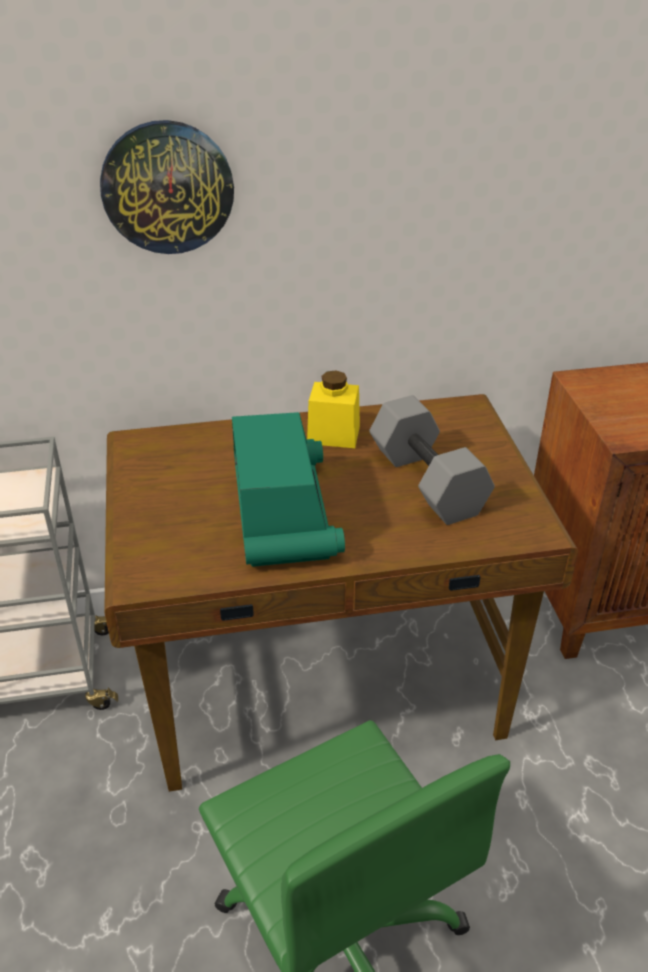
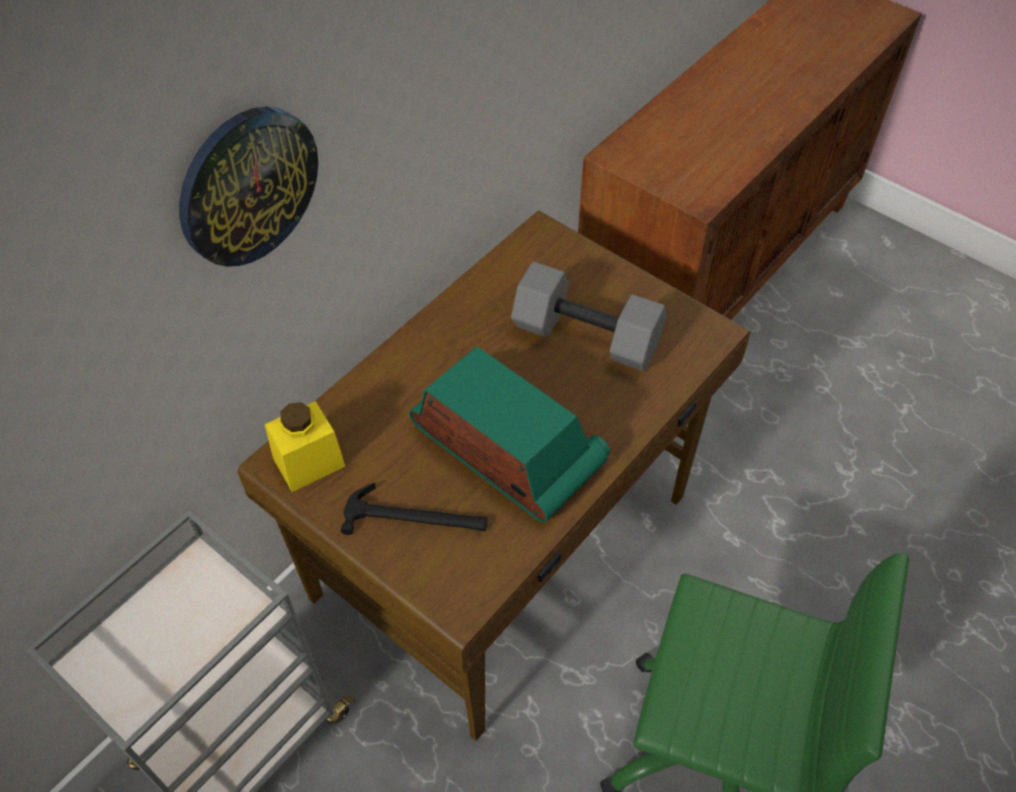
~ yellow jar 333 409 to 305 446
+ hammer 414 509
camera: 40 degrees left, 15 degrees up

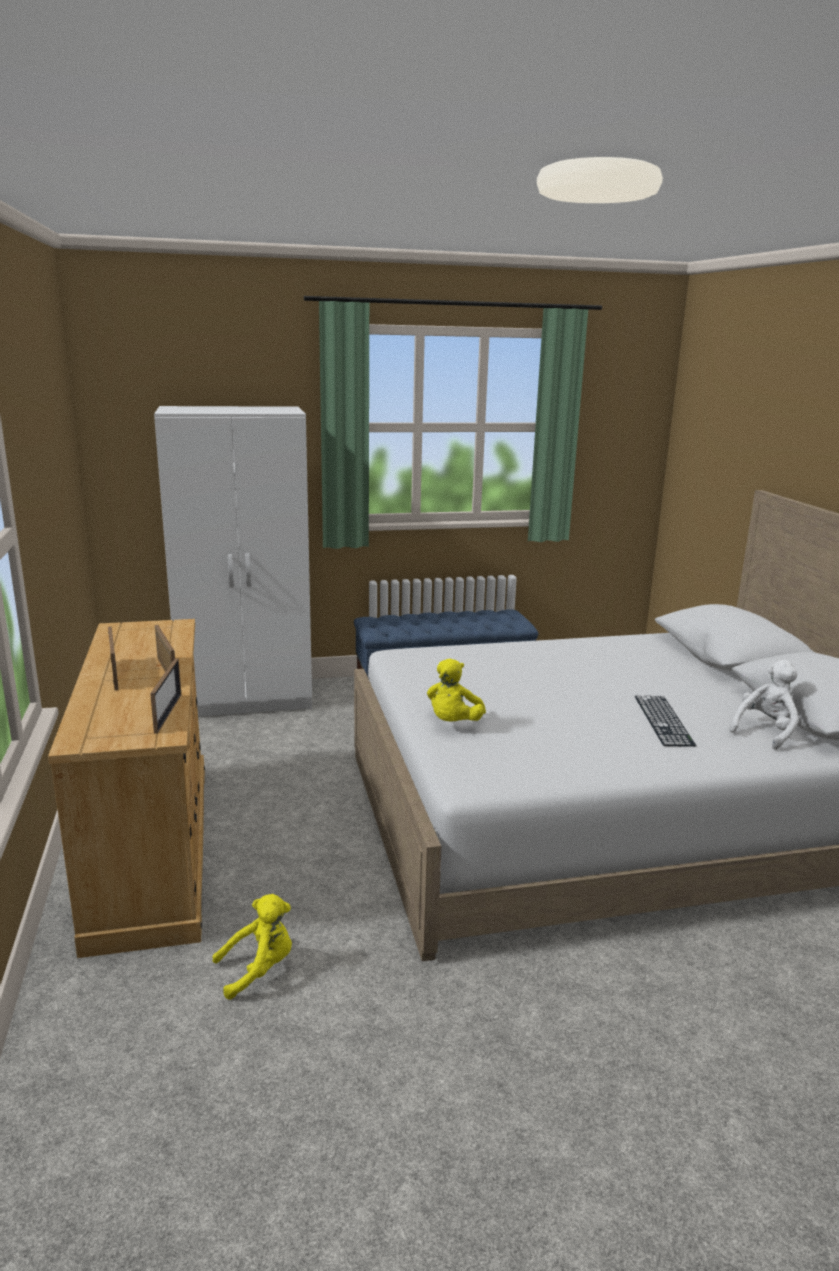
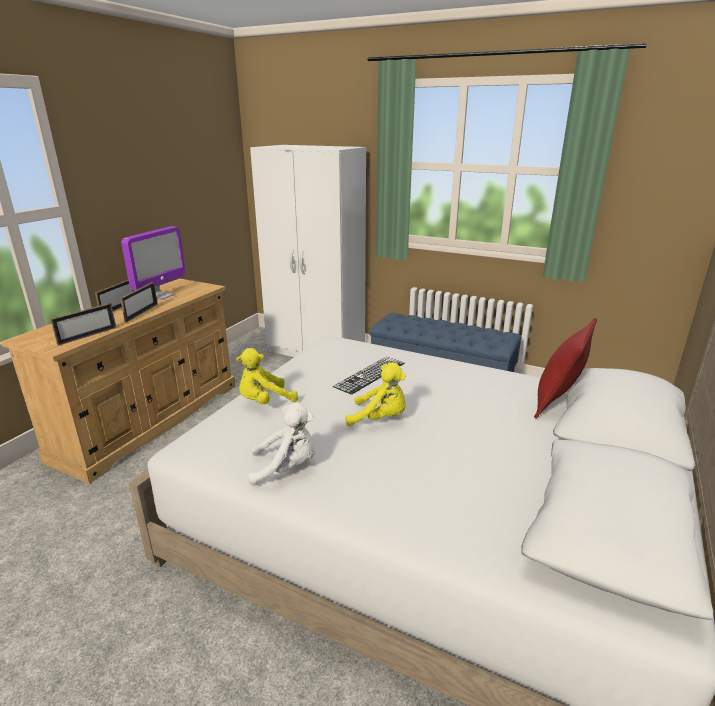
~ white plush toy 764 705 to 281 444
~ keyboard 665 721 to 368 376
~ yellow plush toy 252 946 to 376 394
+ monitor 153 263
+ red pillow 565 368
camera: 40 degrees right, 5 degrees up

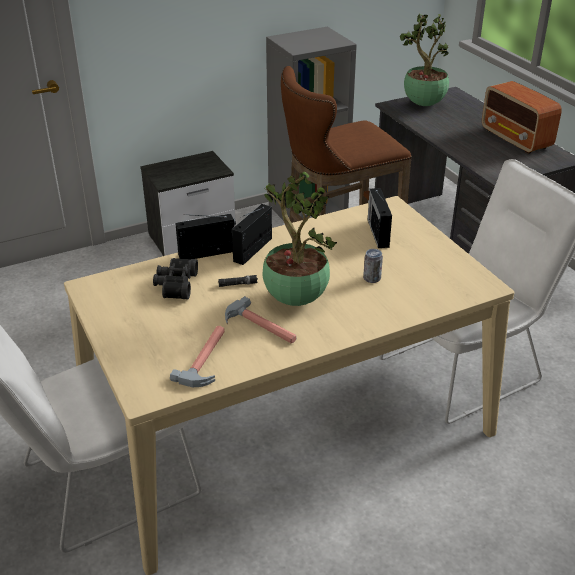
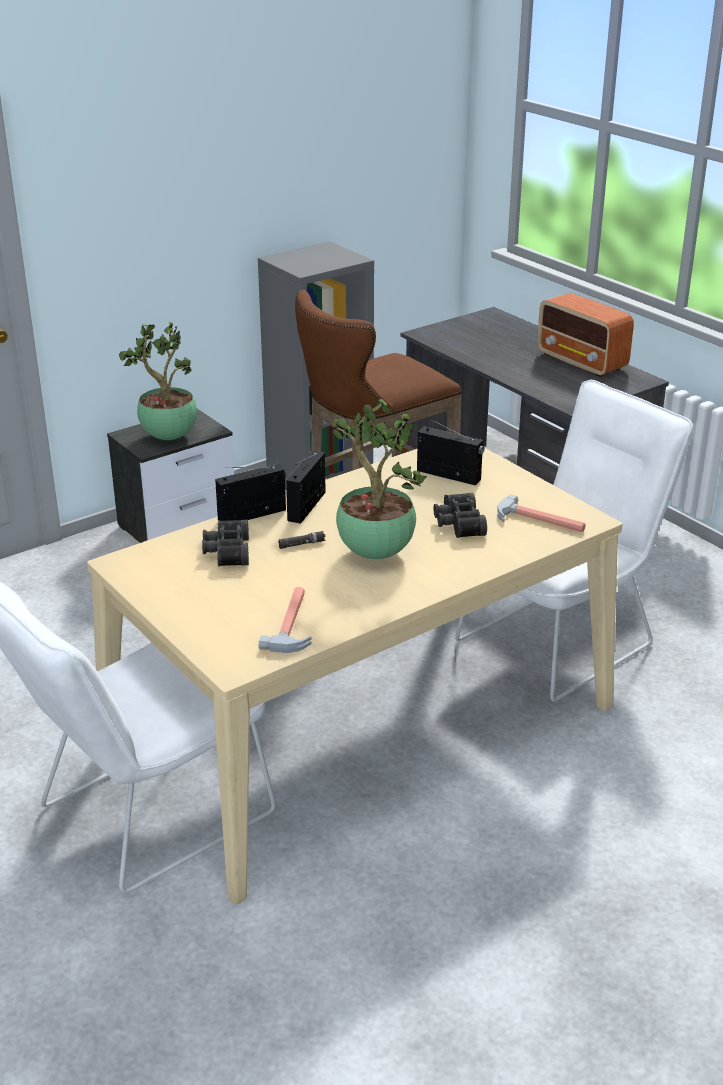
~ potted plant 424 60 to 158 381
~ radio 380 218 = 450 452 135 degrees clockwise
~ can 373 266 to black binoculars 460 515
~ hammer 260 319 to 541 513
camera: 10 degrees left, 5 degrees down

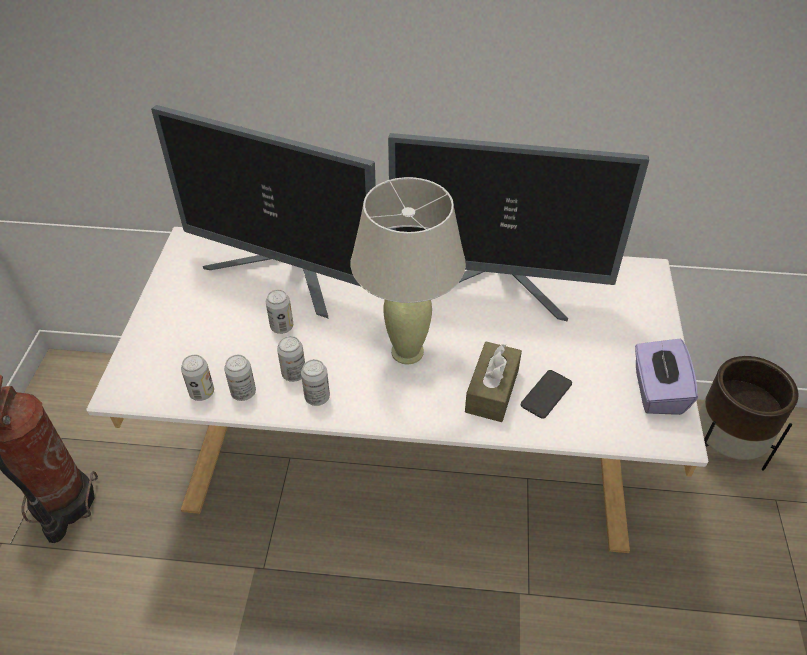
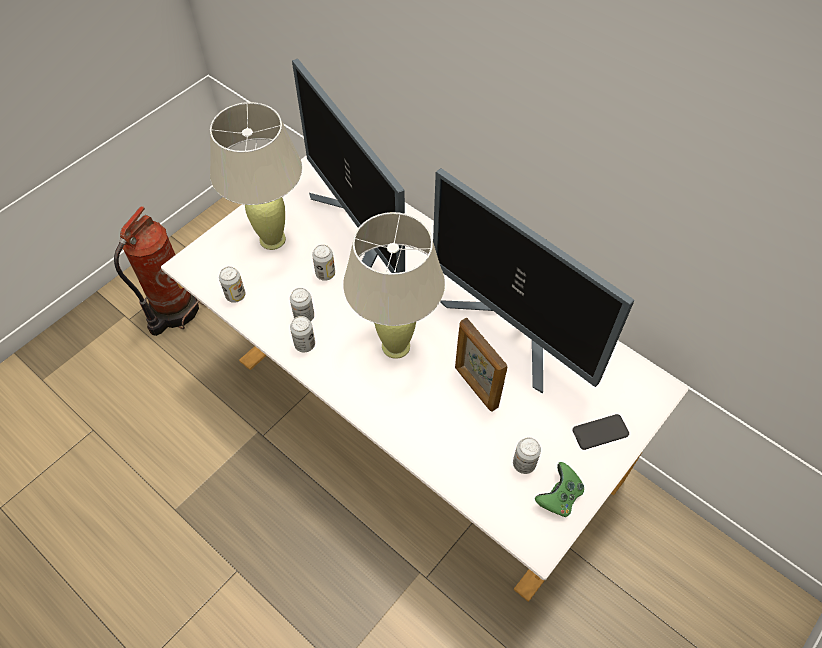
~ purple tissue box 666 377 to green game controller 559 489
- brown tissue box 493 382
~ can 240 378 to 527 455
- brown planter 748 413
~ phone 546 394 to 600 432
+ beige table lamp 256 176
+ picture frame 481 364
camera: 35 degrees right, 10 degrees up

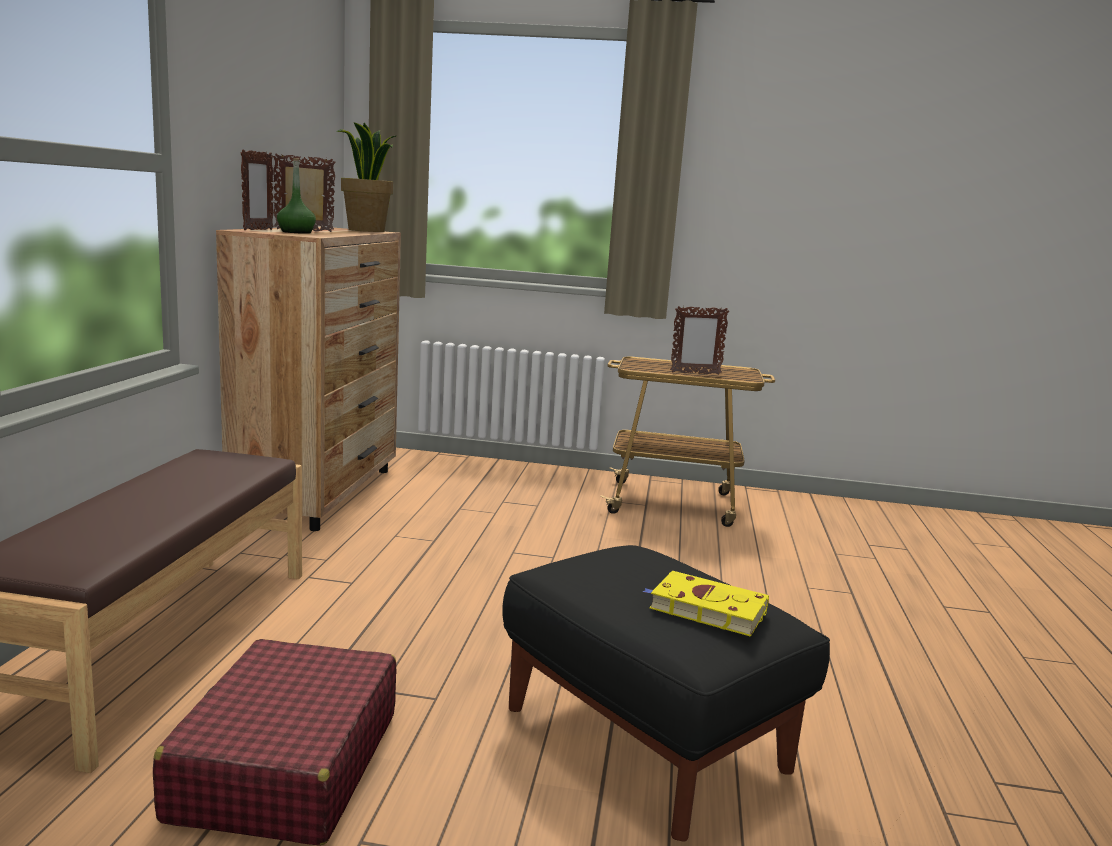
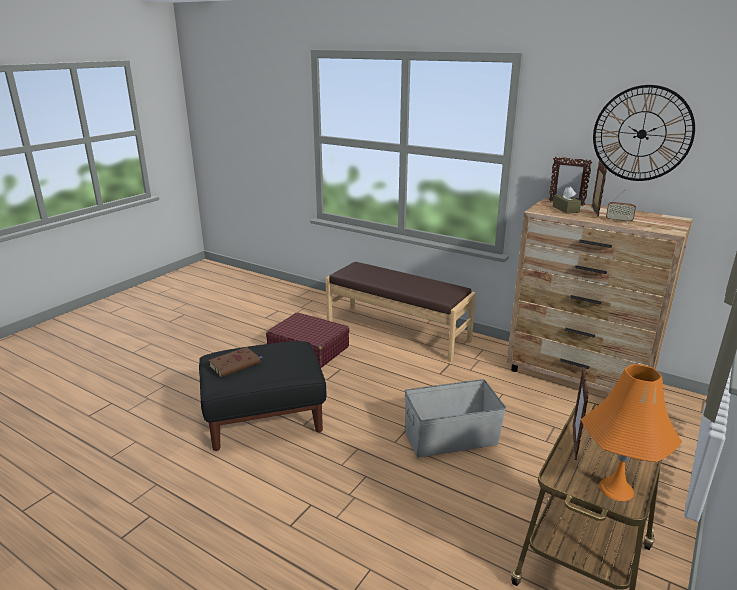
- potted plant 366 177
~ green bottle 296 196 to brown tissue box 567 200
~ yellow book 705 604 to brown book 236 362
+ wall clock 644 133
+ radio 621 206
+ orange table lamp 631 432
+ grey storage box 455 418
camera: 115 degrees right, 10 degrees up

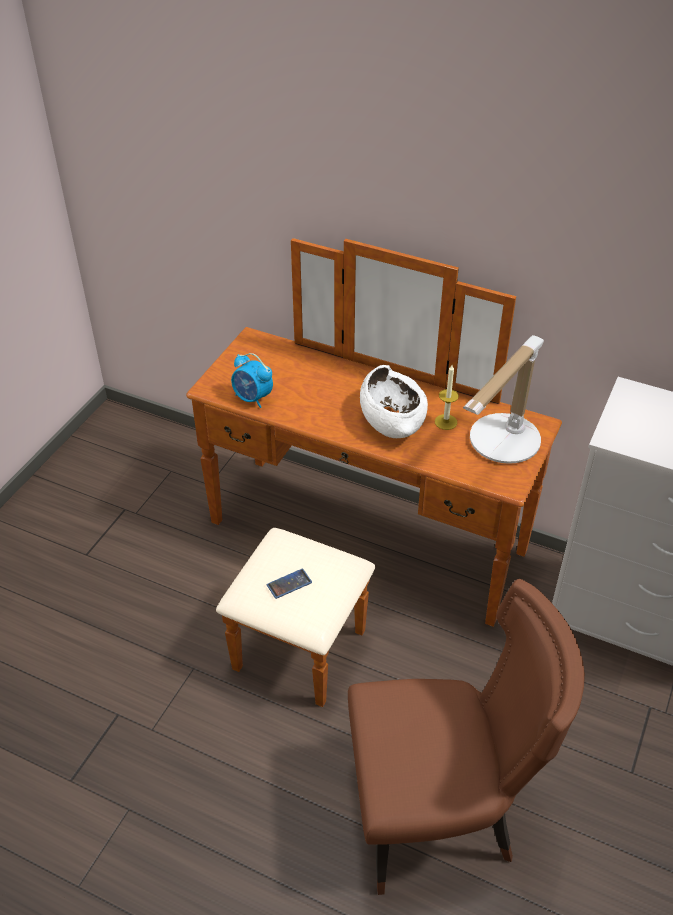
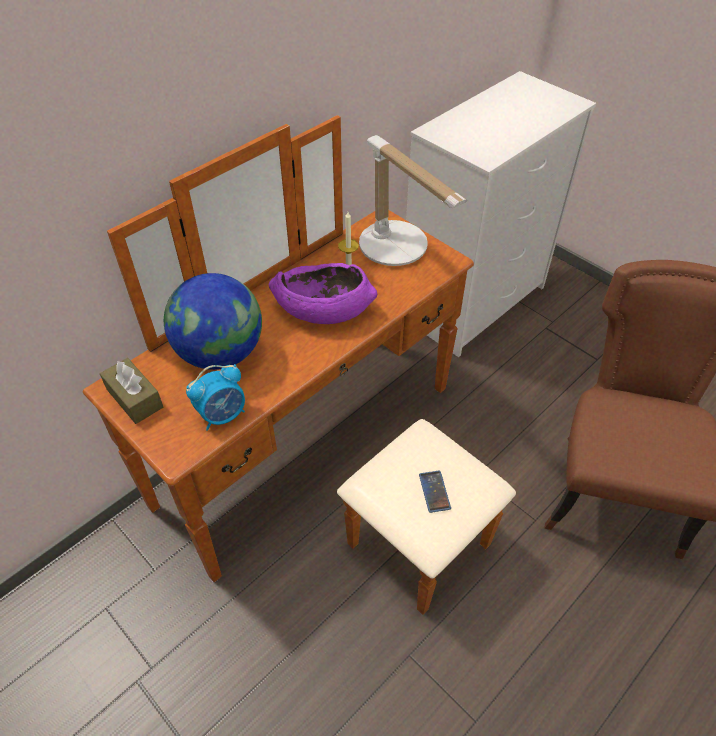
~ white bowl 394 401 to purple bowl 322 293
+ globe 213 321
+ brown tissue box 131 391
camera: 70 degrees left, 5 degrees up

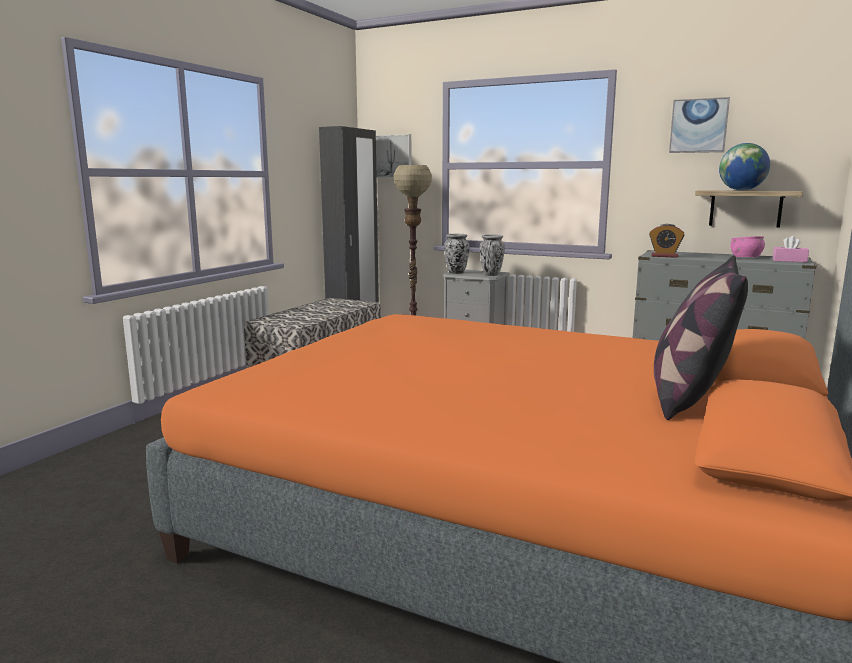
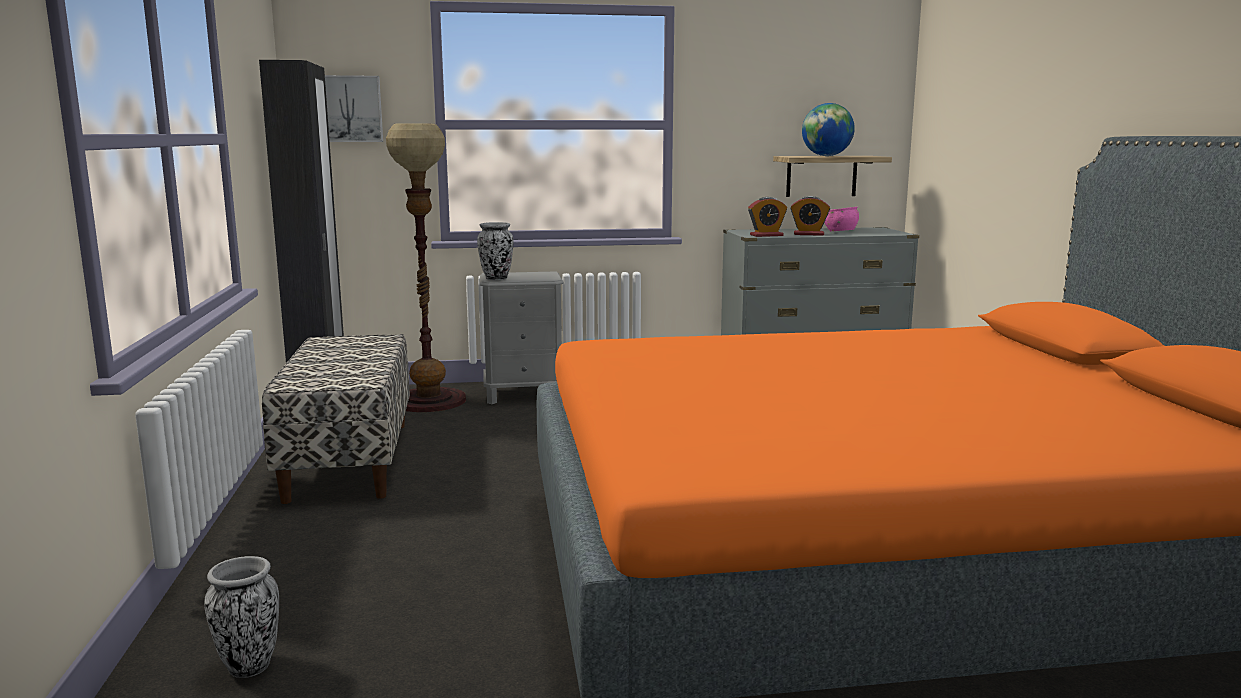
- picture 699 125
~ vase 492 255 to 241 617
- pink tissue box 791 249
- pillow 701 337
+ alarm clock 810 216
camera: 35 degrees left, 0 degrees up

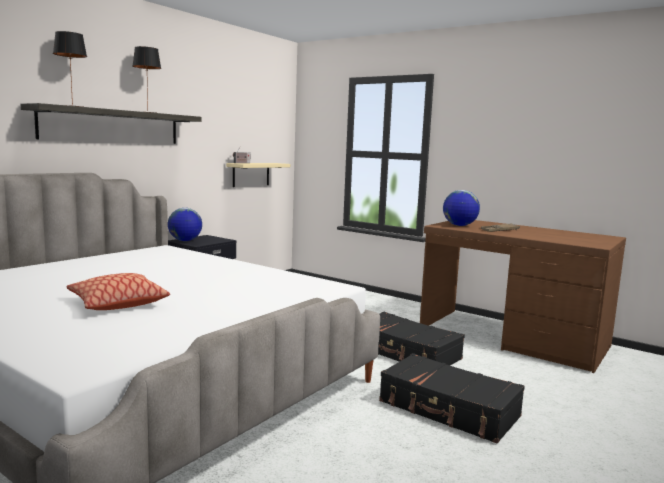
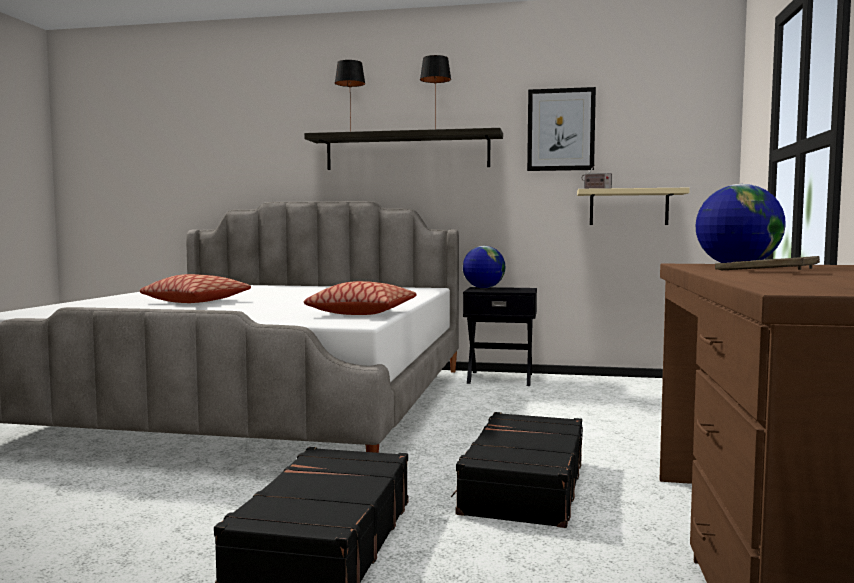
+ picture 561 129
+ pillow 360 298
camera: 65 degrees right, 5 degrees down

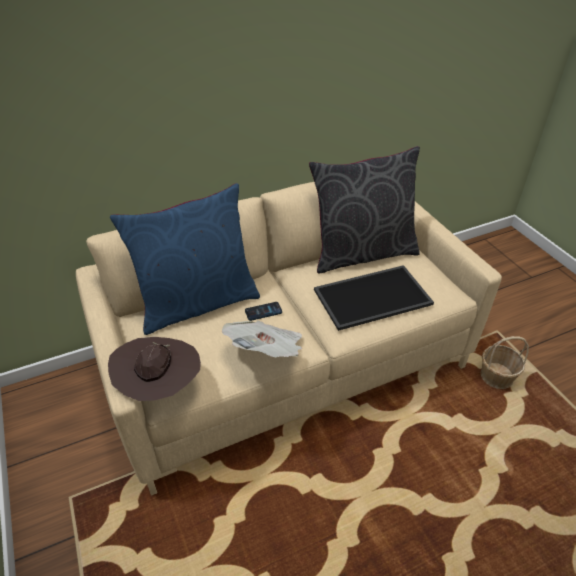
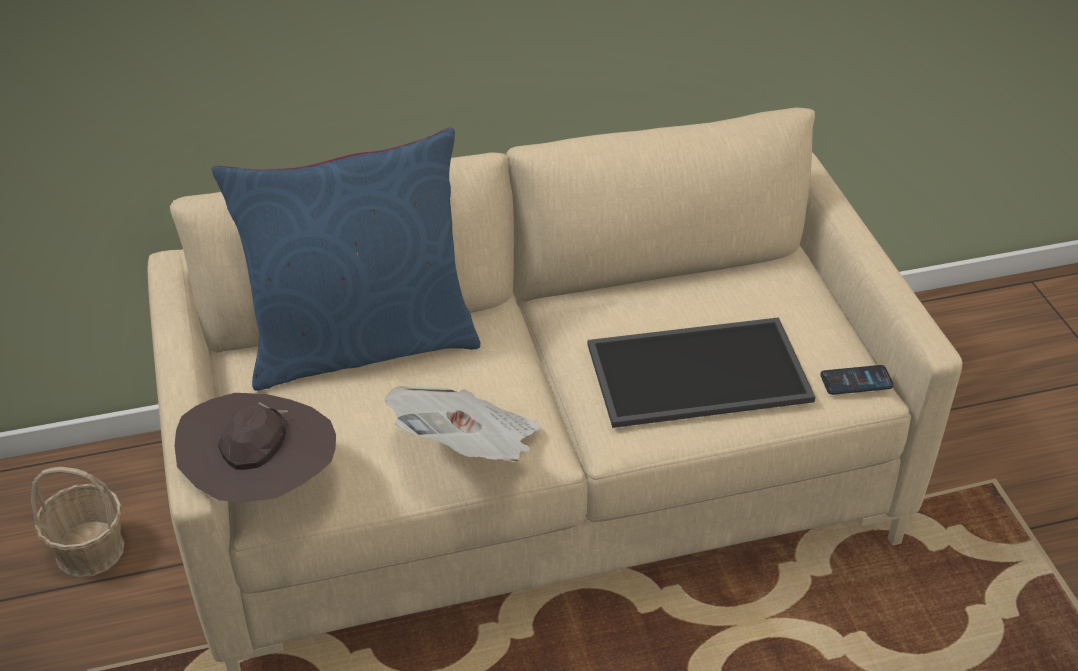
- grey pillow 364 210
~ phone 263 311 to 857 380
~ basket 504 362 to 77 522
camera: 10 degrees right, 0 degrees up

